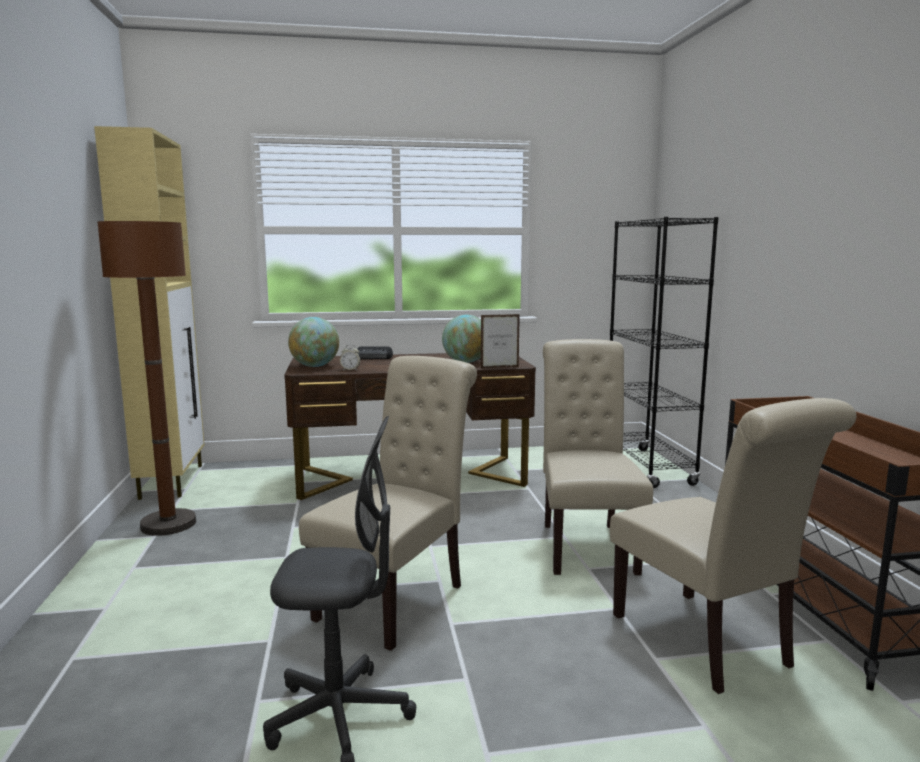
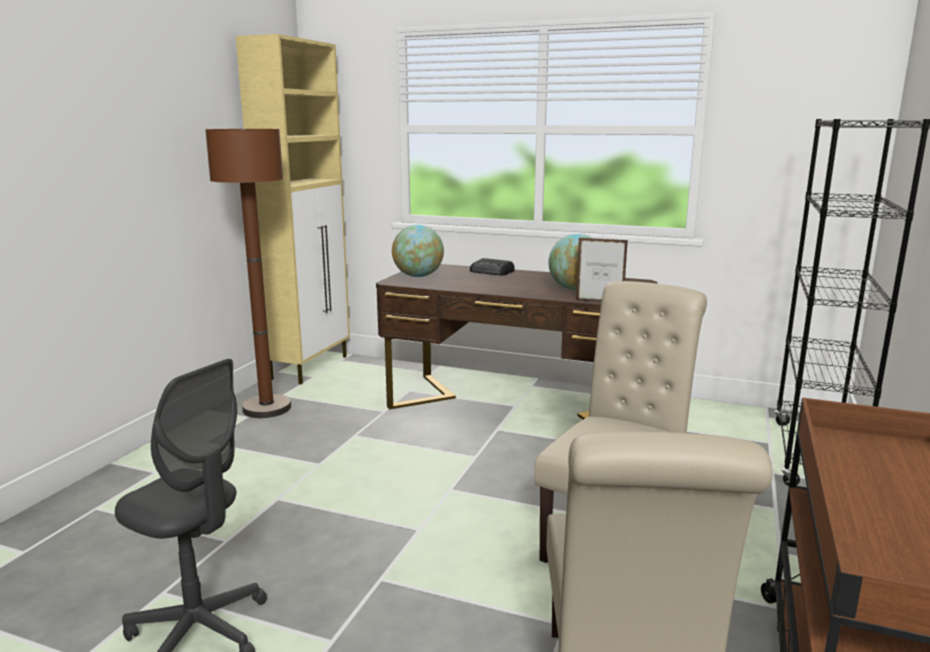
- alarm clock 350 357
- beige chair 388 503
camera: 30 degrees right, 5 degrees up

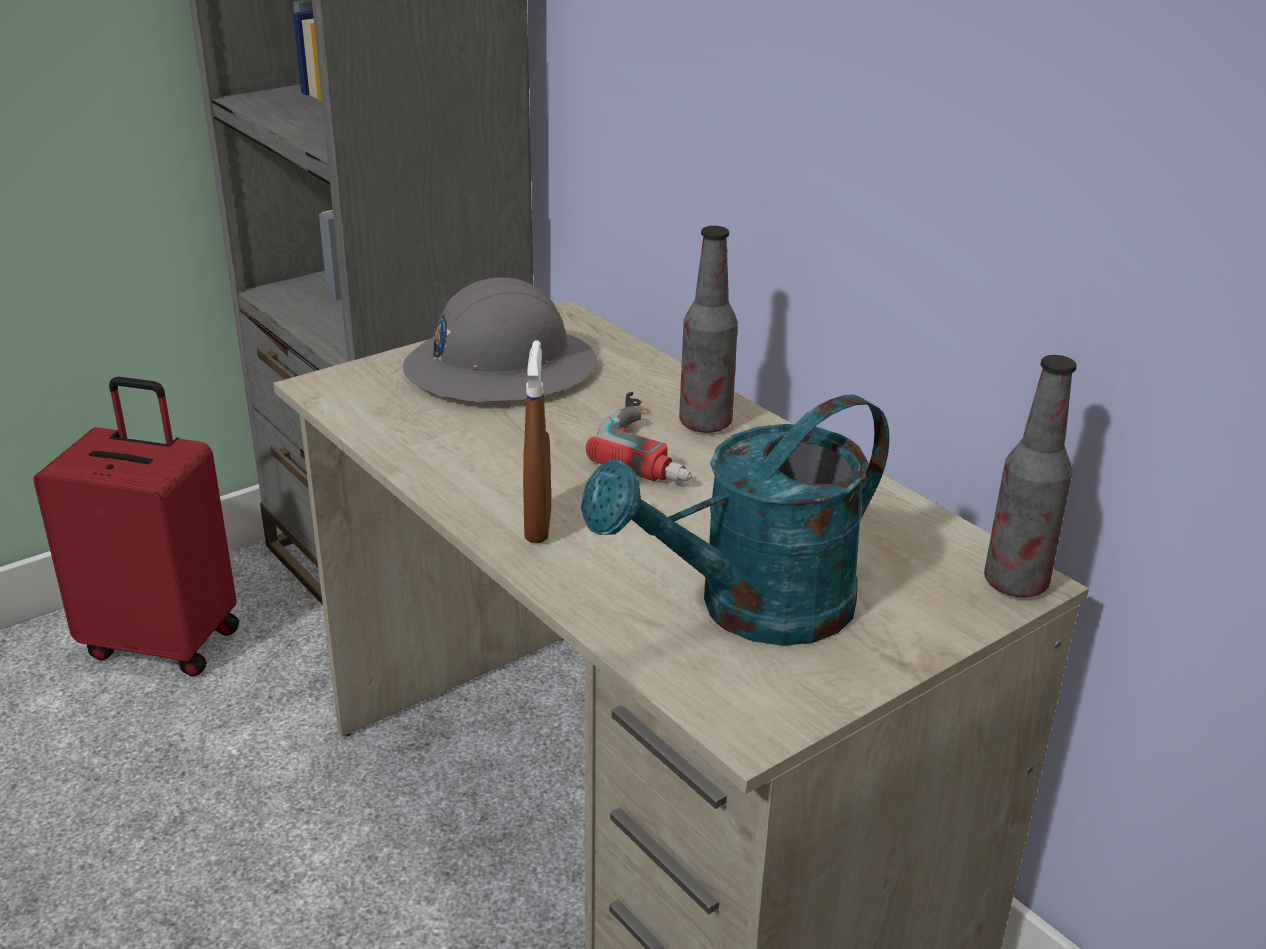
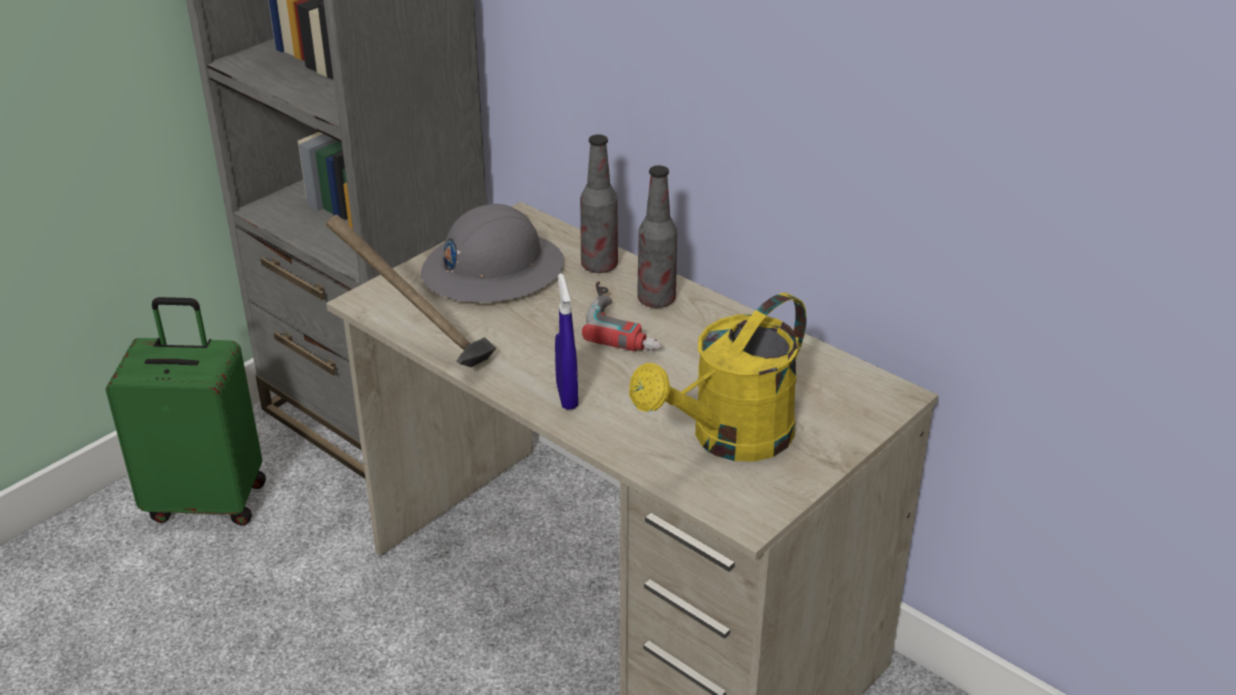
~ brown spray bottle 537 441 to blue spray bottle 566 341
~ bottle 1030 476 to 599 203
~ red suitcase 136 527 to green suitcase 186 411
~ turquoise watering can 735 520 to yellow watering can 718 377
+ hammer 411 291
camera: 10 degrees left, 5 degrees up

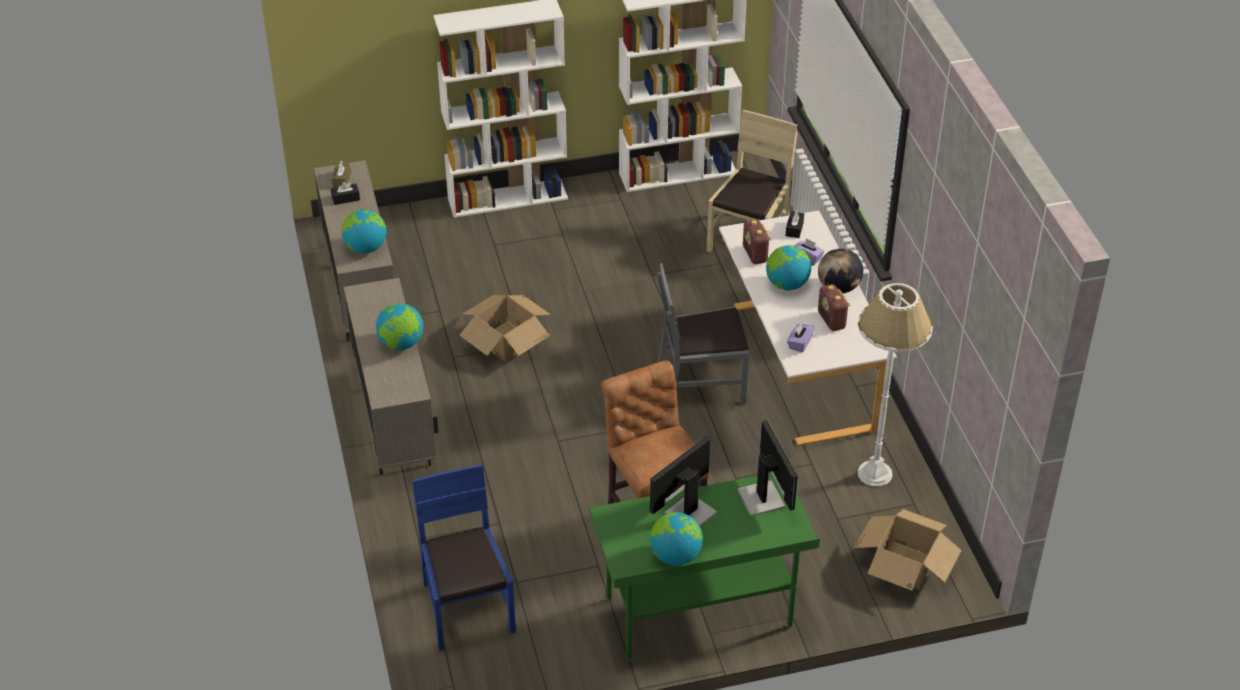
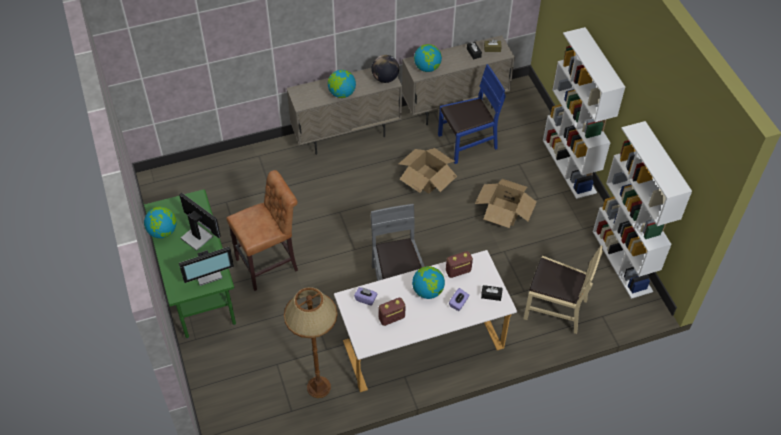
~ globe 840 270 to 385 69
~ white floor lamp 895 385 to brown floor lamp 311 342
~ blue chair 464 557 to 472 114
~ cardboard box 908 550 to 506 203
camera: 85 degrees right, 10 degrees up

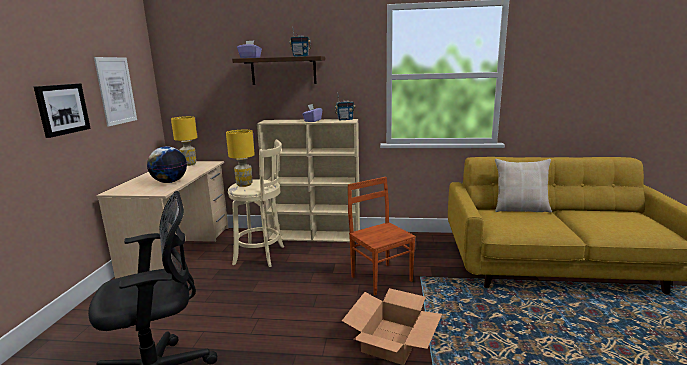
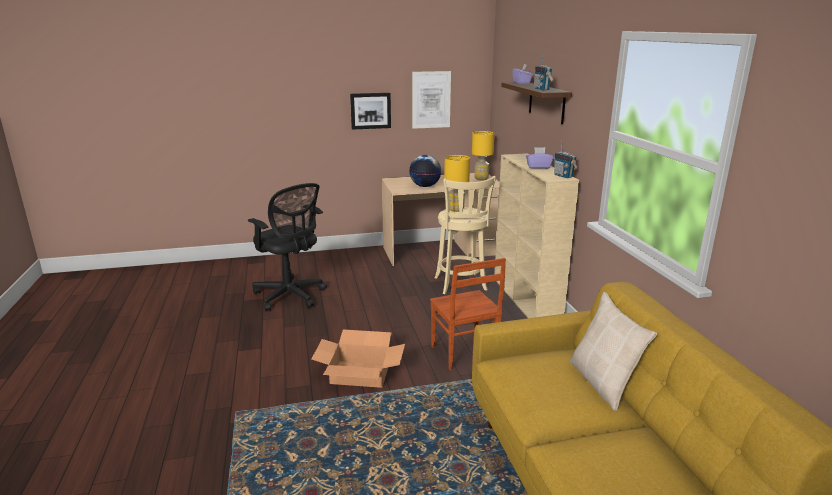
~ brown chair 382 236 = 468 314 120 degrees clockwise
camera: 70 degrees right, 5 degrees up

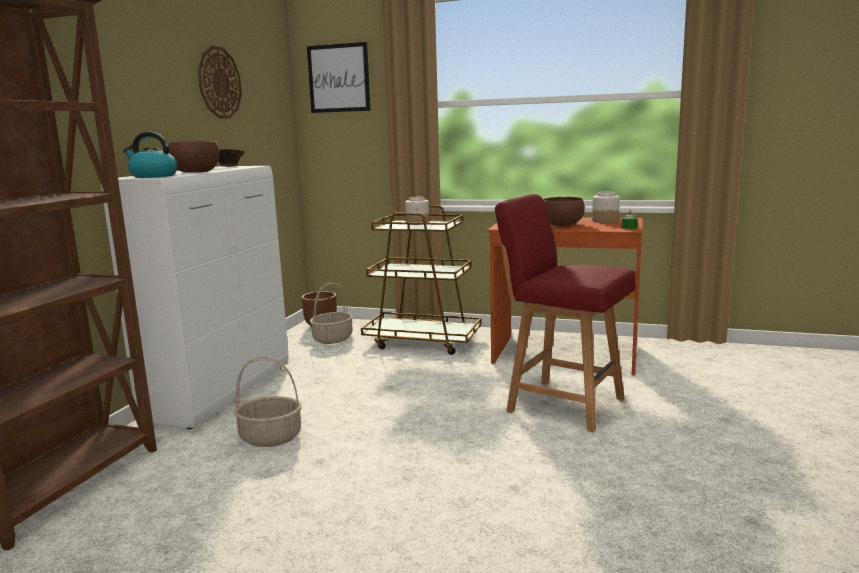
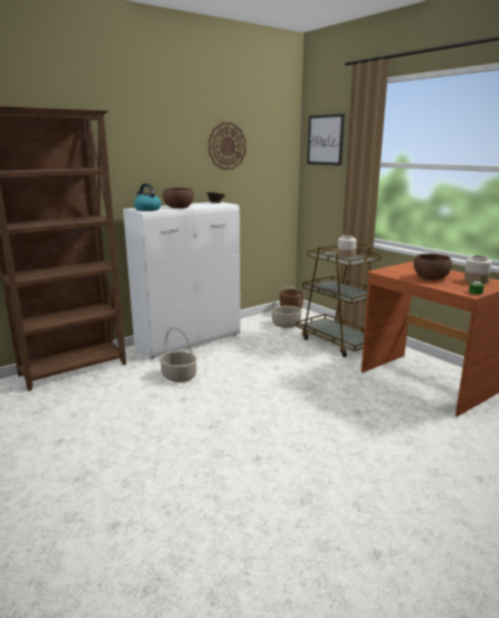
- red chair 565 313
camera: 35 degrees right, 5 degrees up

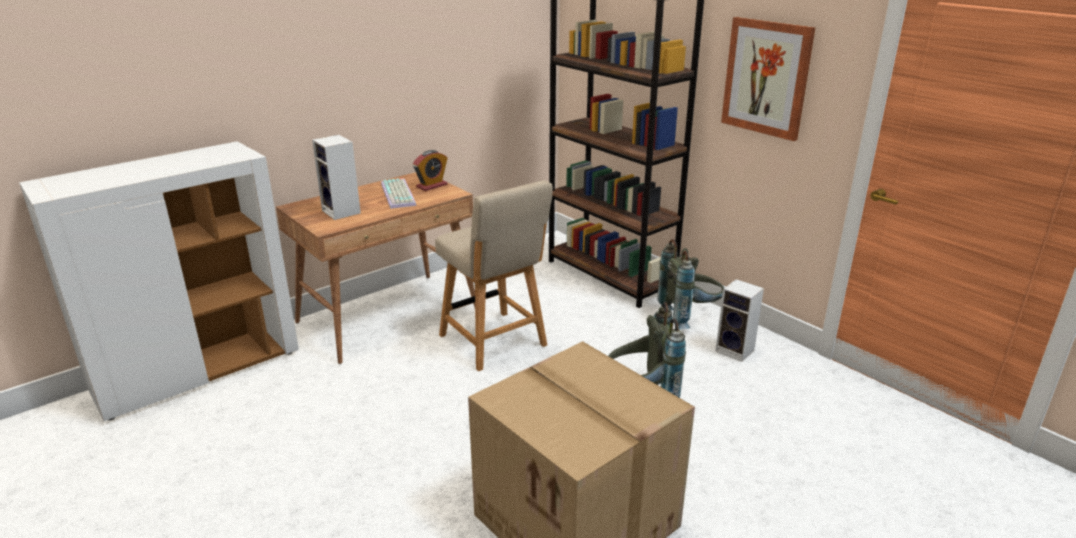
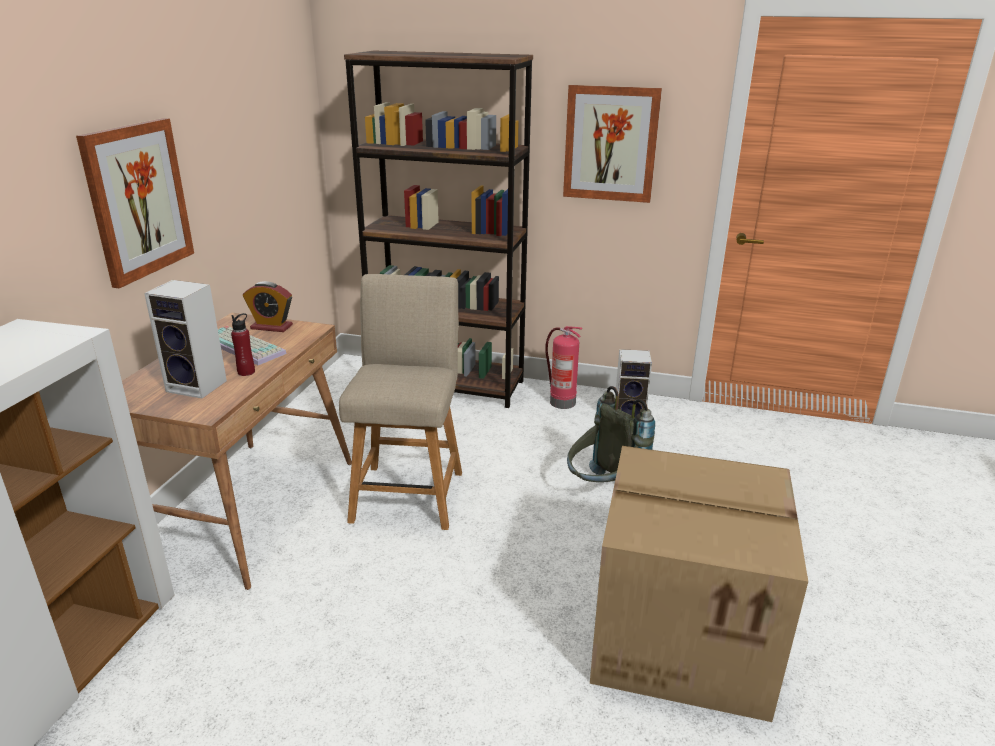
~ alarm clock 430 170 = 268 306 90 degrees clockwise
~ beige chair 494 275 = 400 402 105 degrees counterclockwise
~ grey backpack 691 284 to fire extinguisher 564 367
+ picture 135 203
+ red bottle 243 344
camera: 35 degrees left, 0 degrees up

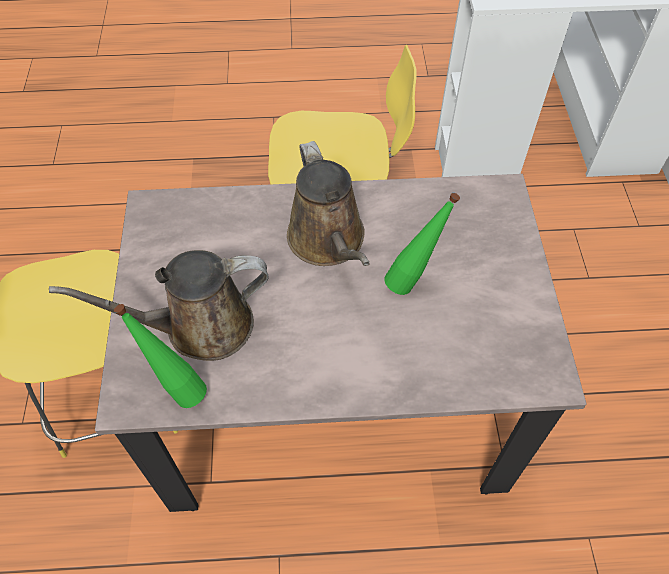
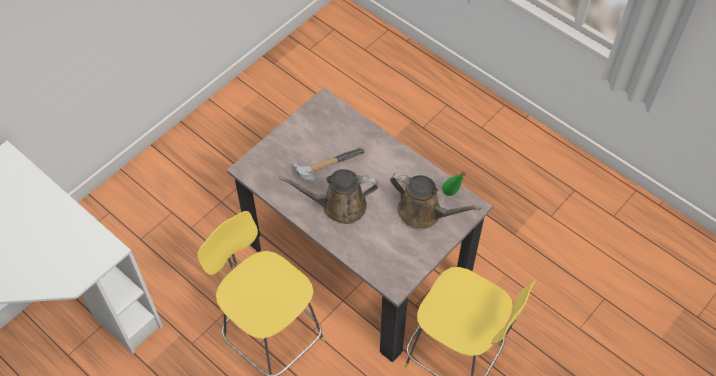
~ brown watering can 328 203 = 328 196 120 degrees counterclockwise
~ green bottle 422 244 to hammer 329 164
camera: 135 degrees left, 0 degrees up

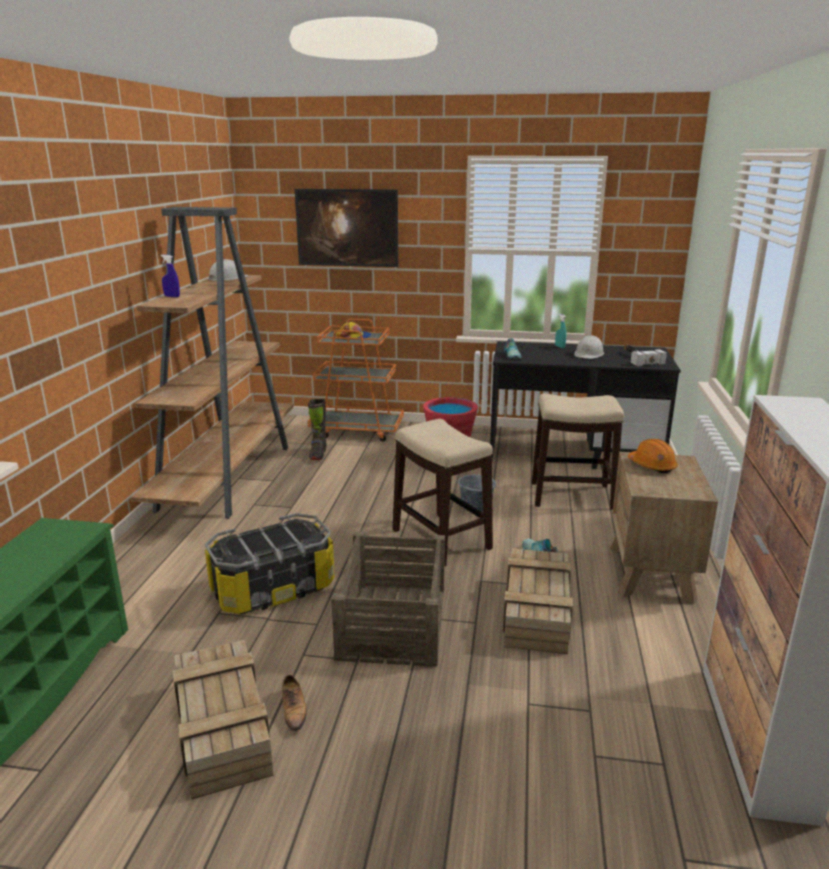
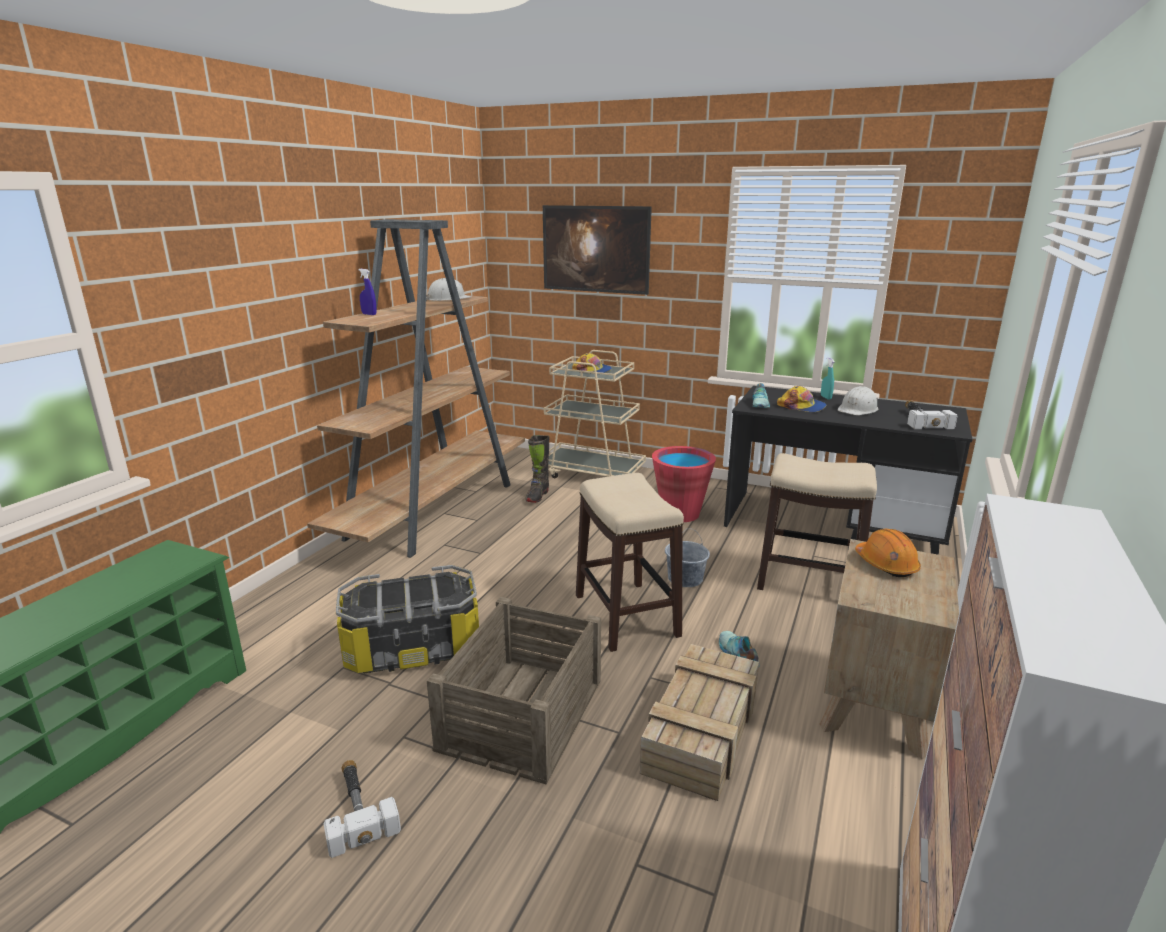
~ orange cart 356 380 to beige cart 595 414
- crate 223 720
~ shoe 294 703 to hammer 362 809
+ cap 801 399
camera: 15 degrees right, 0 degrees up

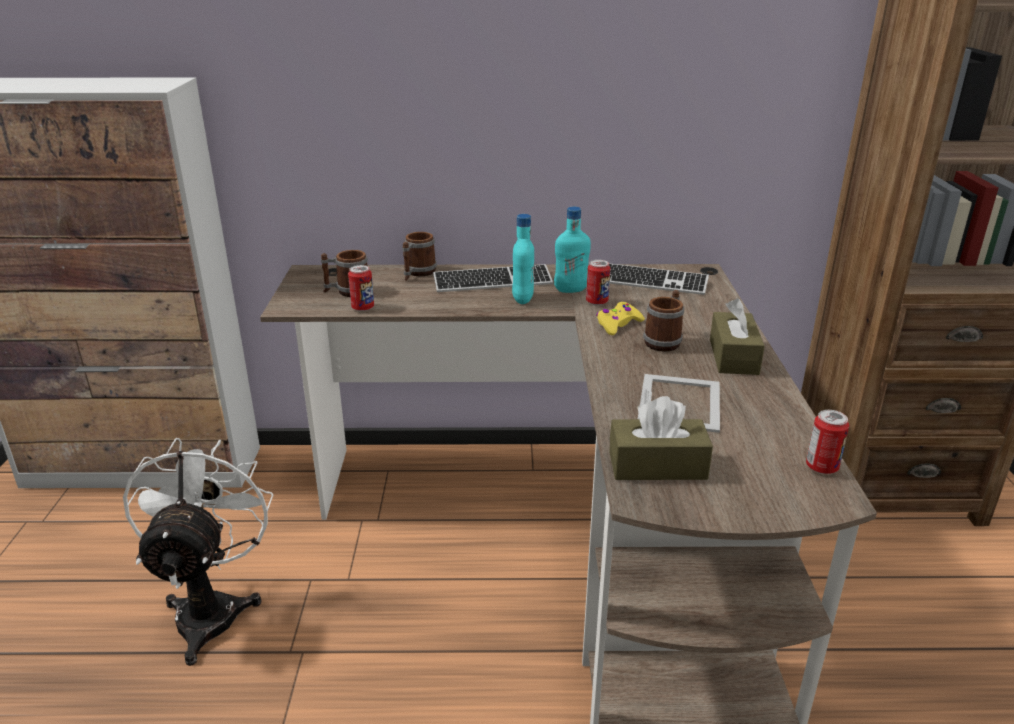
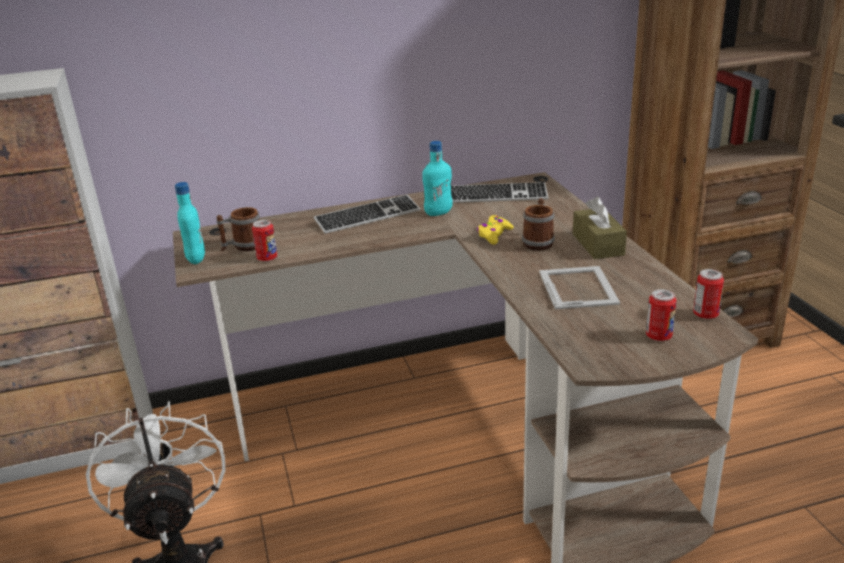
~ turquoise bottle 523 259 to 190 223
- mug 419 256
~ can 598 282 to 661 315
- brown tissue box 661 438
camera: 15 degrees left, 0 degrees up

